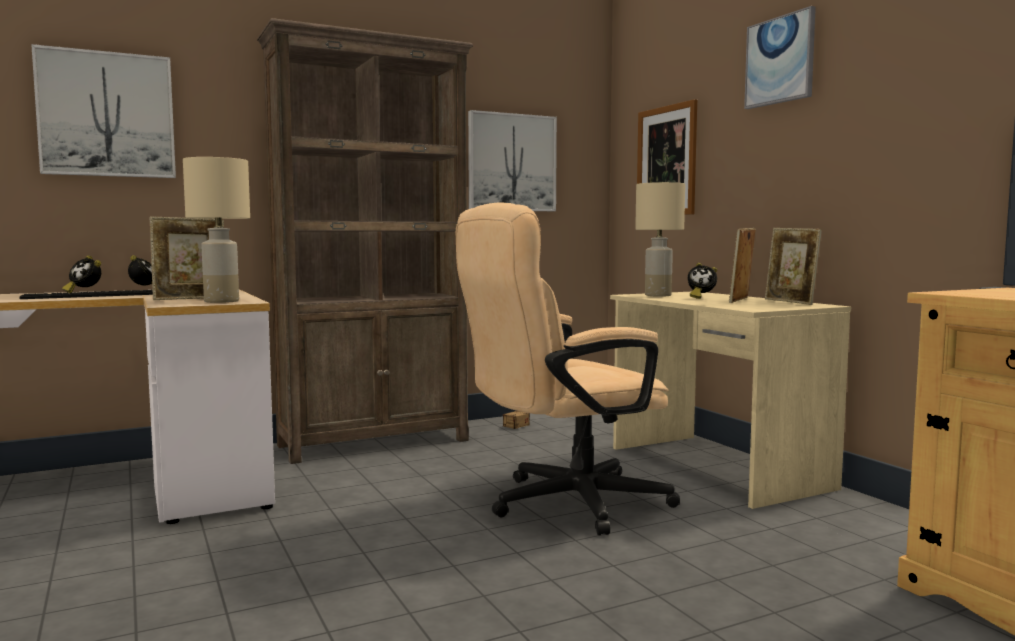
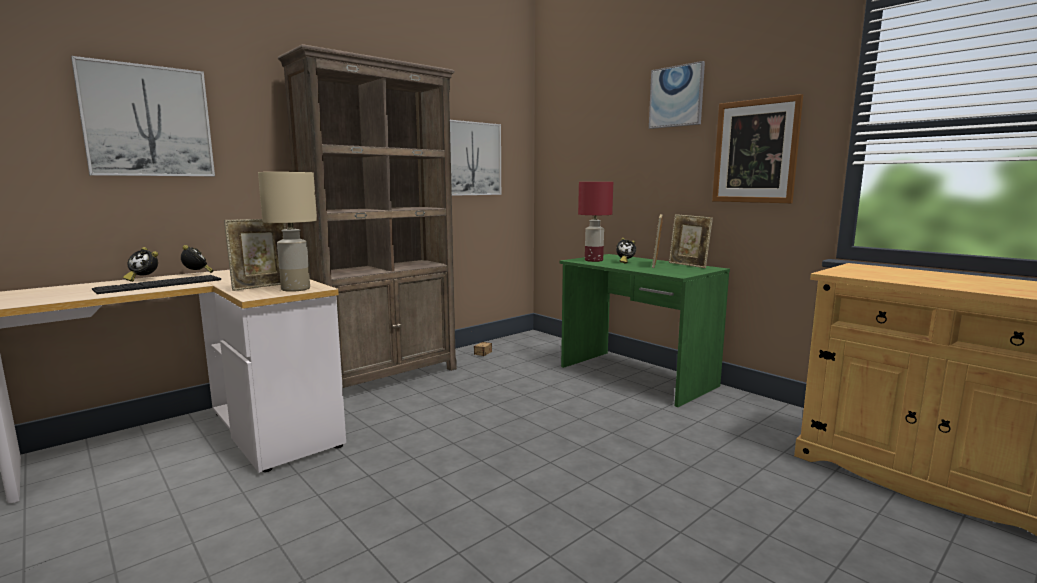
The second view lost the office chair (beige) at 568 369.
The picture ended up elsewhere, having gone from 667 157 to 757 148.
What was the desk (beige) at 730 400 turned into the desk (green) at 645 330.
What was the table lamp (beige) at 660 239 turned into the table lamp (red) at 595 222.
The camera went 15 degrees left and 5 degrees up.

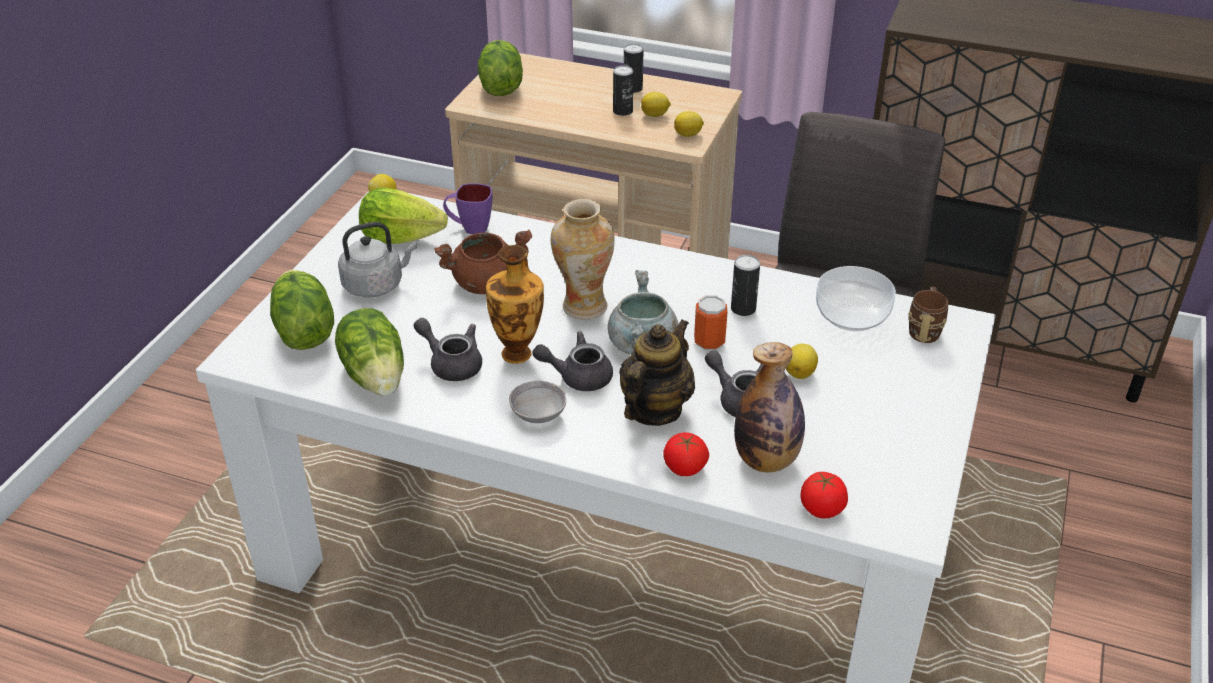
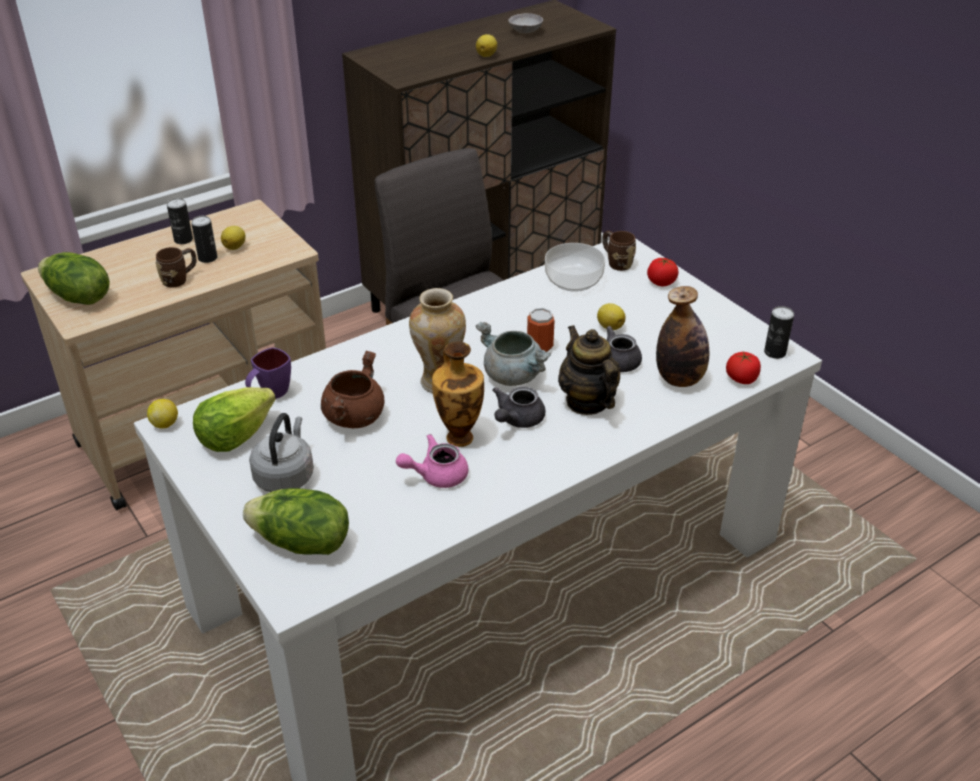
The second view lost the lettuce at 369 352.
The second view gained the mug (brown) at 176 267.
The bowl (grey) ended up elsewhere, having gone from 537 402 to 526 23.
The tomato ended up elsewhere, having gone from 686 454 to 662 271.
The lemon ended up elsewhere, having gone from 689 124 to 486 45.
The can ended up elsewhere, having gone from 745 285 to 779 332.
What was the teapot (grey) at 448 349 turned into the teapot (pink) at 432 461.
The camera went 55 degrees left and 0 degrees up.

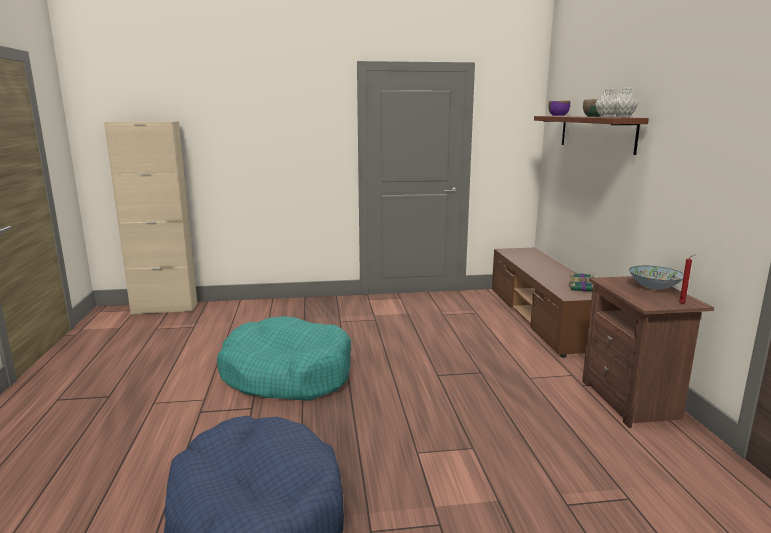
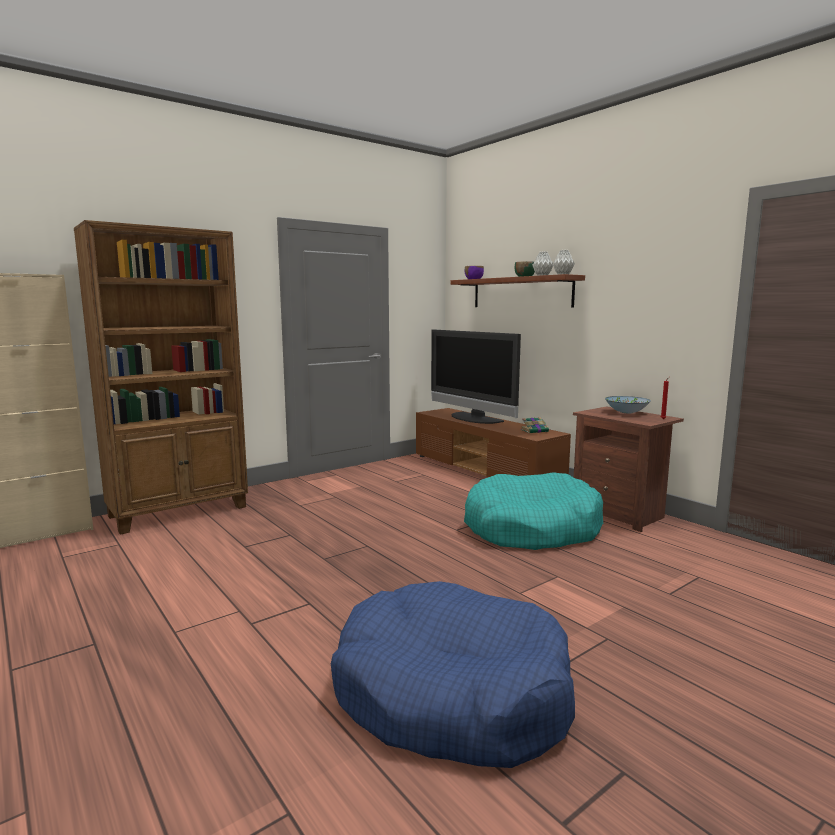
The second view gained the bookcase (brown) at 161 377.
The second view gained the television at 476 377.
The dog bed (turquoise) ended up elsewhere, having gone from 284 358 to 533 511.
The camera went 30 degrees left and 5 degrees down.

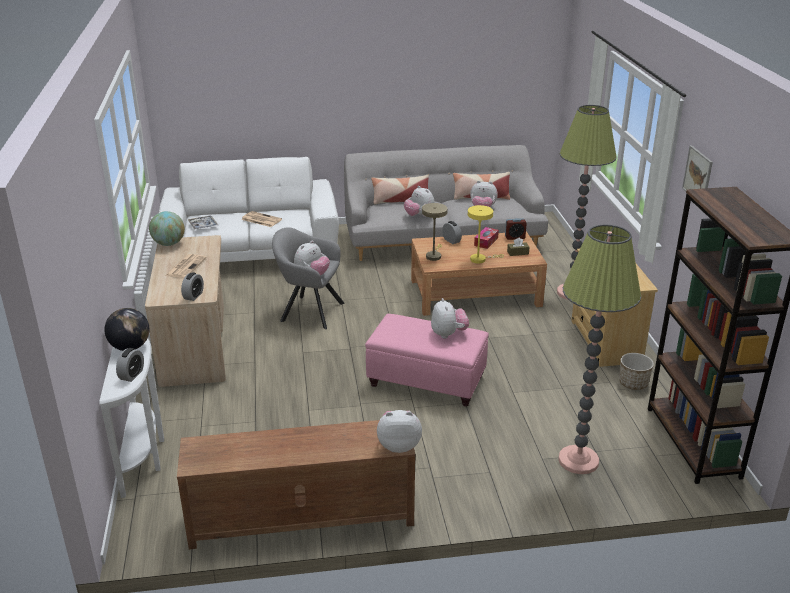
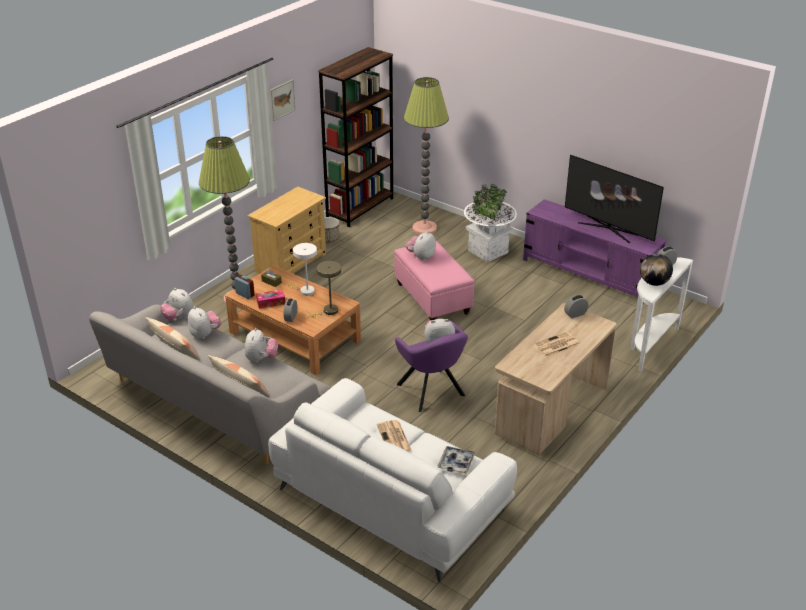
The second view lost the globe at 167 228.
The second view gained the planter (white) at 490 223.
The second view gained the television at 614 199.
The plush toy ended up elsewhere, having gone from 399 431 to 177 304.
What was the tv stand (brown) at 296 484 turned into the tv stand (purple) at 594 251.
What was the armchair (grey) at 308 278 turned into the armchair (purple) at 431 366.
What was the table lamp (yellow) at 486 234 turned into the table lamp (white) at 301 269.
The camera went 135 degrees left and 5 degrees up.

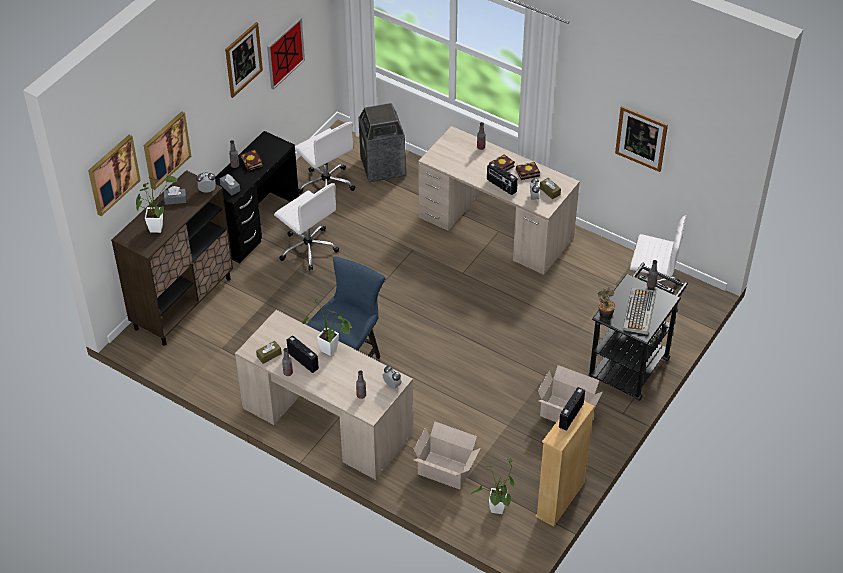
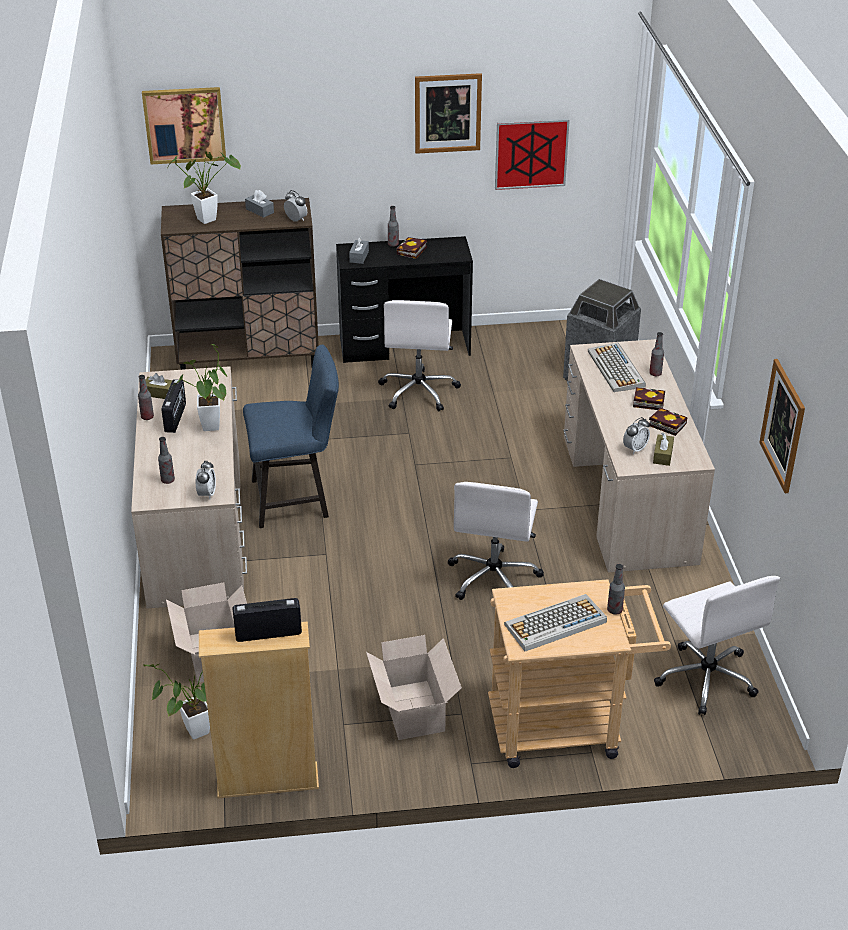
The second view lost the picture at 167 150.
The second view lost the radio at 502 178.
The second view lost the potted plant at 606 304.
The second view gained the keyboard at 617 367.
The office chair (white) ended up elsewhere, having gone from 325 158 to 496 541.
What was the cart (black) at 638 332 turned into the cart (beige) at 579 673.
The camera went 50 degrees right and 10 degrees down.

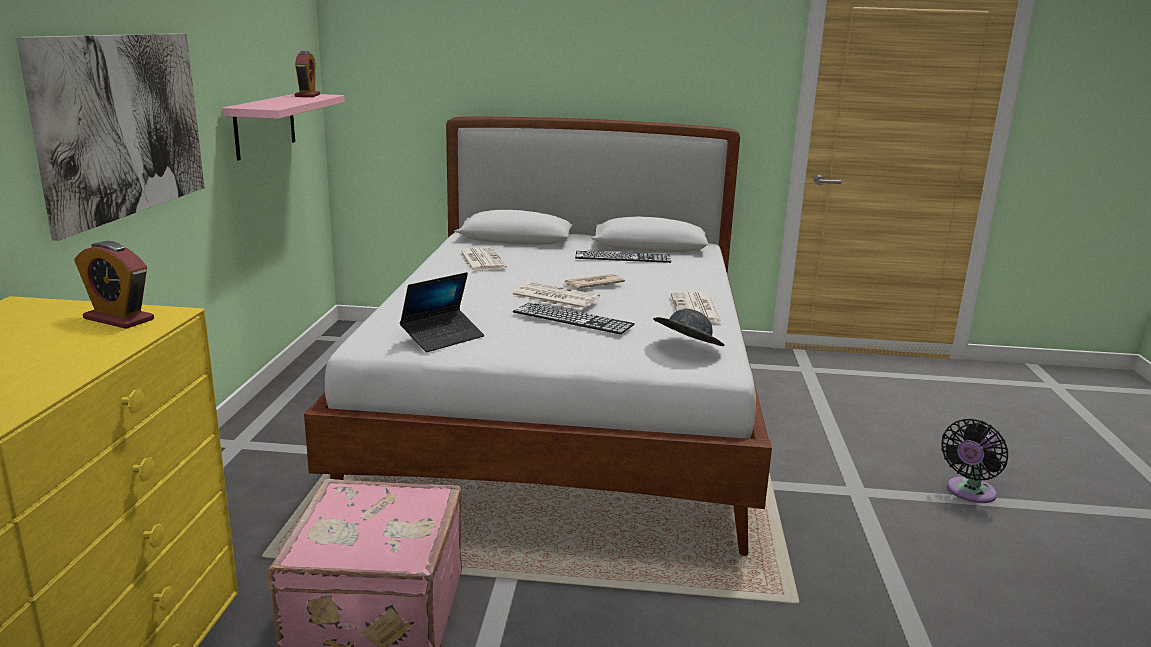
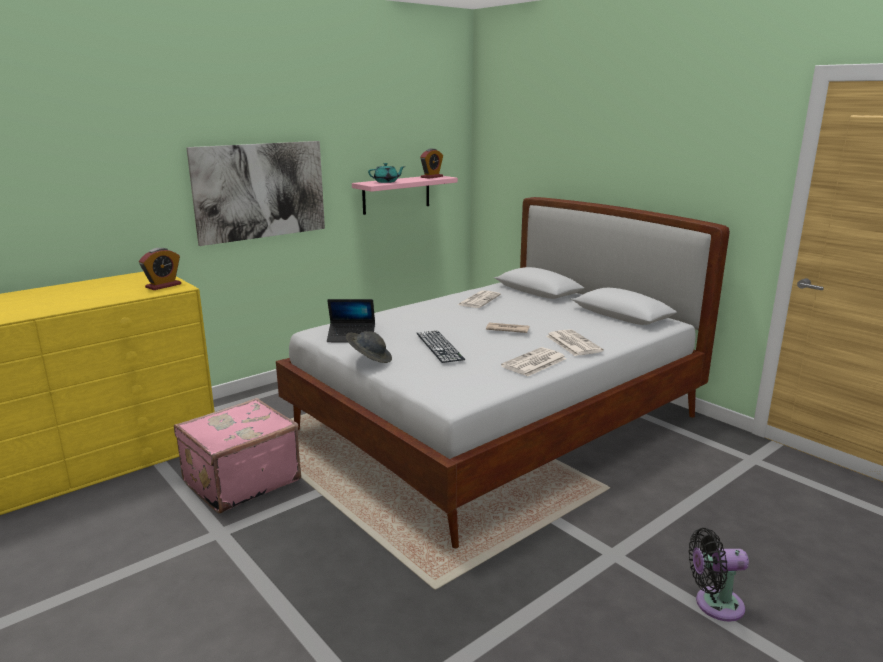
The second view lost the keyboard at 623 257.
The second view gained the teapot (turquoise) at 386 173.
The newspaper ended up elsewhere, having gone from 555 296 to 574 342.
The hat (grey) ended up elsewhere, having gone from 689 327 to 369 347.
The alarm clock at 114 285 ended up facing another way, 120 degrees counterclockwise from before.
The camera went 45 degrees right and 0 degrees up.

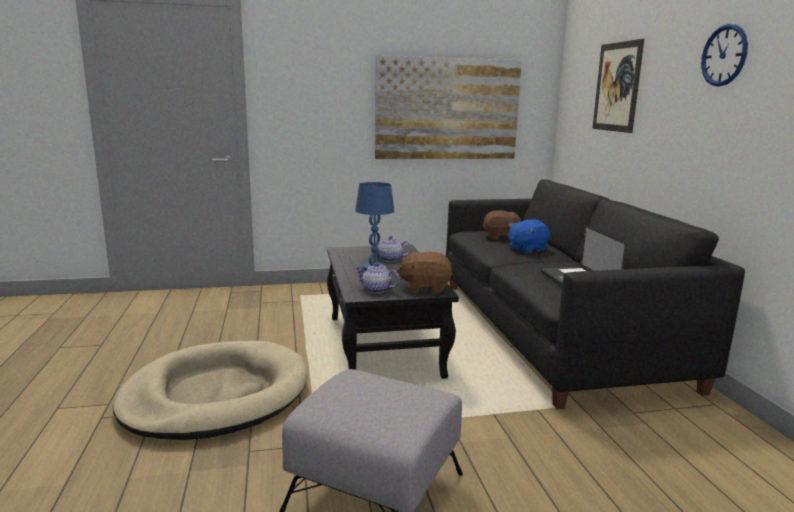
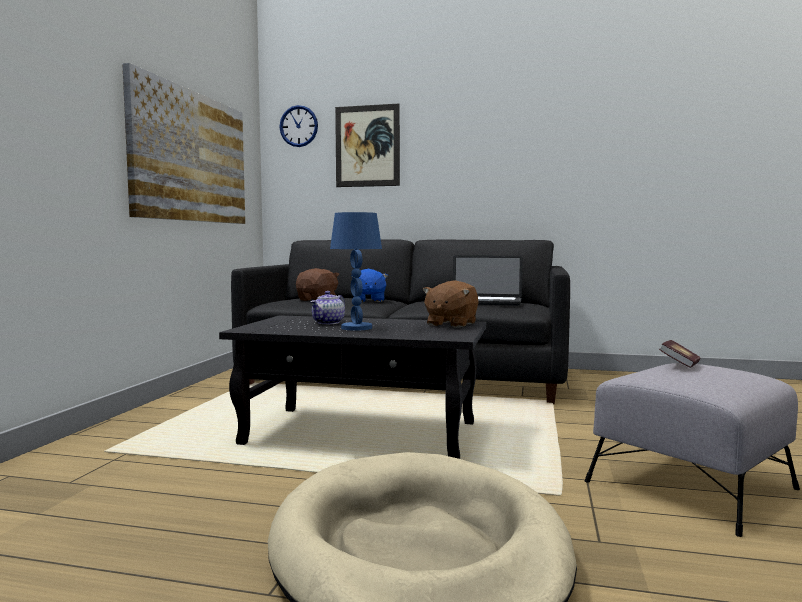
The second view lost the teapot at 377 278.
The second view gained the book at 680 354.
The wall clock ended up elsewhere, having gone from 724 55 to 299 126.
The camera went 65 degrees left and 10 degrees down.

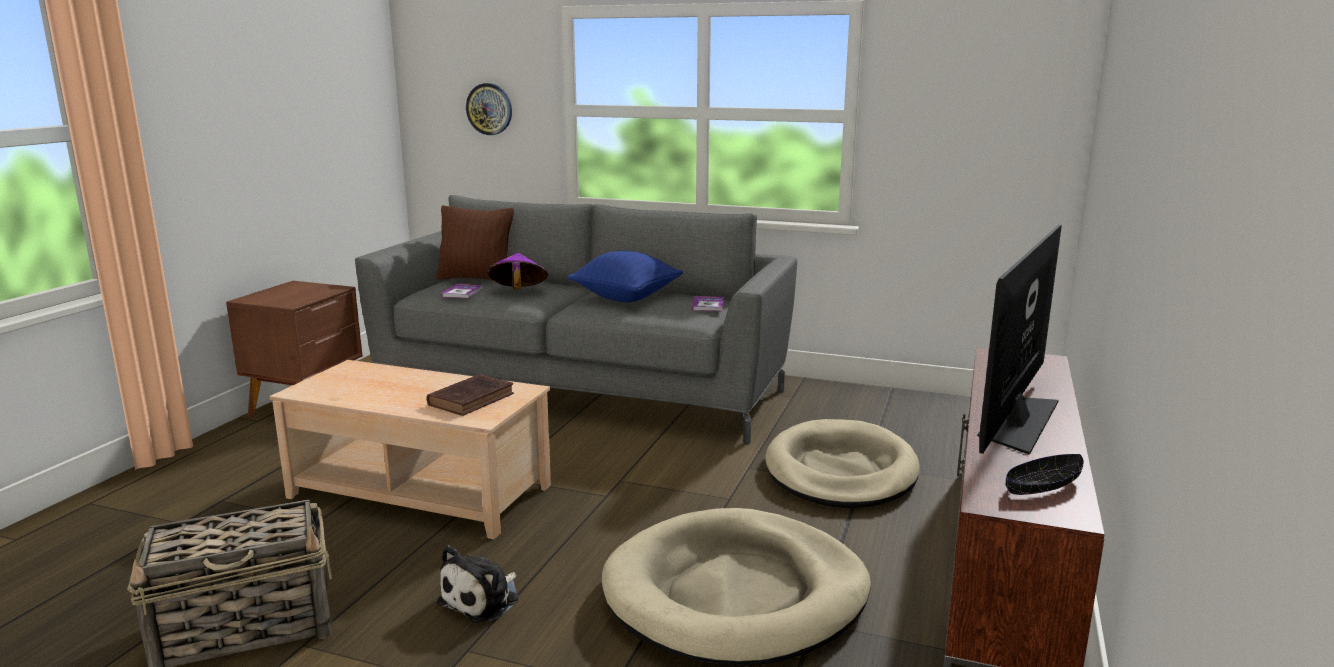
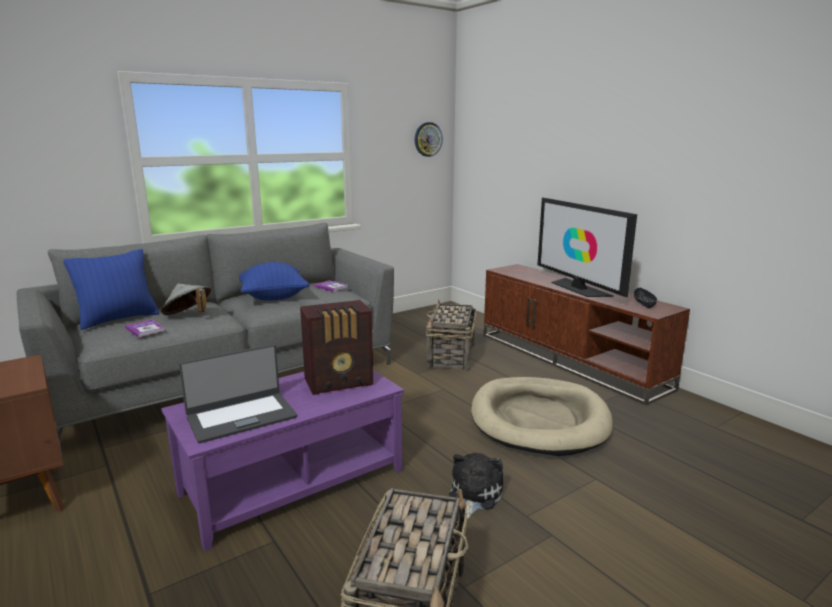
The second view gained the laptop at 238 393.
The wall clock ended up elsewhere, having gone from 489 109 to 429 139.
Where the book (brown) stood at 470 395, the radio came to stand at 336 347.
Where the dog bed (beige) stood at 842 463, the basket came to stand at 451 335.
What was the coffee table (beige) at 410 449 turned into the coffee table (purple) at 282 460.
What was the pillow (brown) at 474 242 turned into the pillow (blue) at 111 289.
What was the hat (purple) at 517 271 turned into the hat (grey) at 186 299.
The plush toy at 477 584 ended up facing another way, 135 degrees counterclockwise from before.
The camera went 55 degrees left and 0 degrees up.

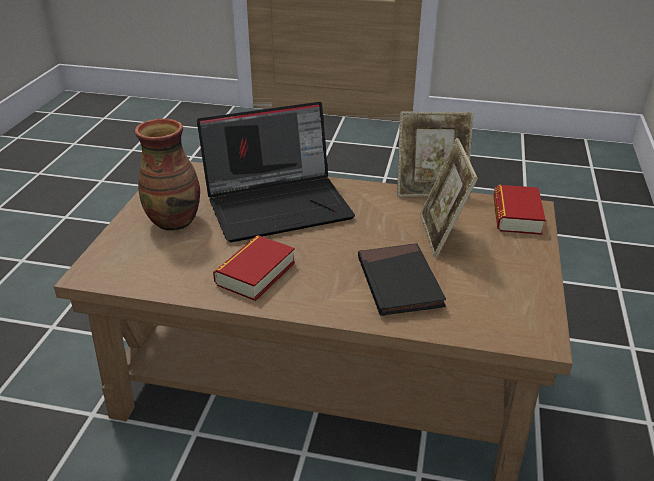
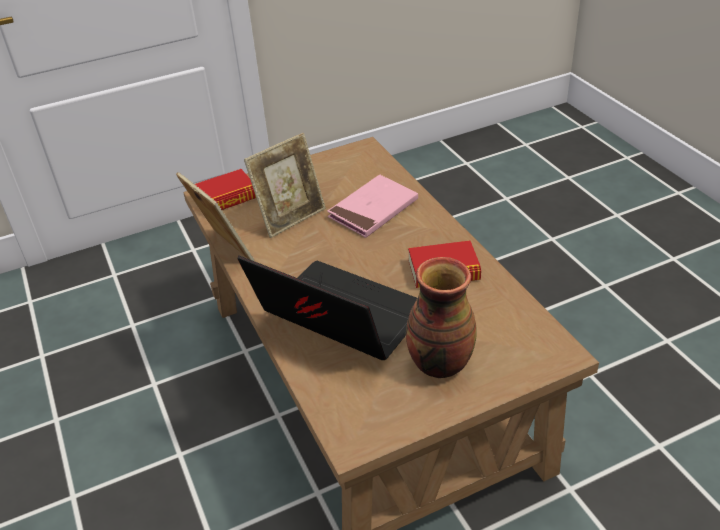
What was the book (black) at 402 279 turned into the book (pink) at 372 206.
The camera went 125 degrees left and 5 degrees up.

